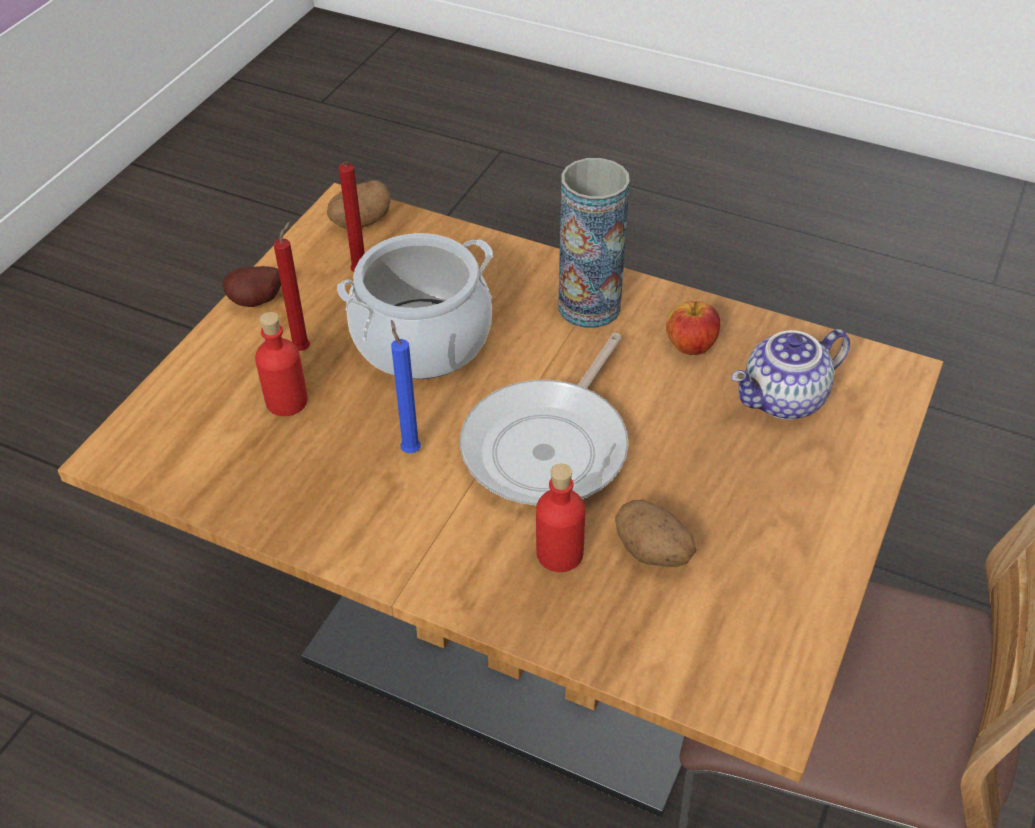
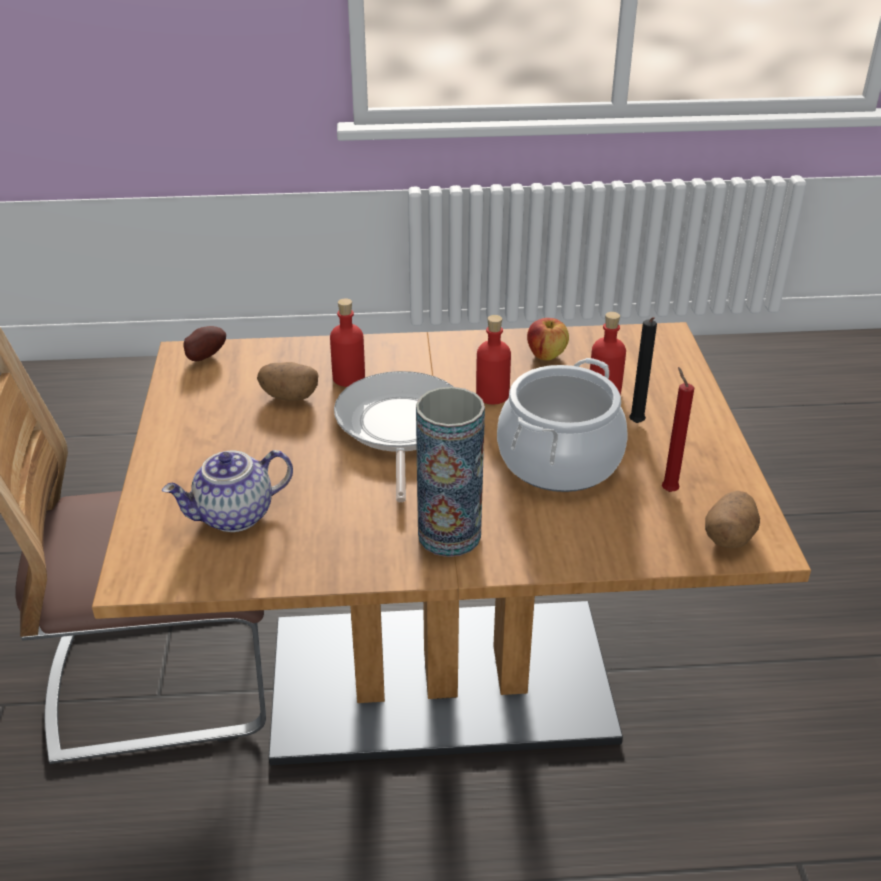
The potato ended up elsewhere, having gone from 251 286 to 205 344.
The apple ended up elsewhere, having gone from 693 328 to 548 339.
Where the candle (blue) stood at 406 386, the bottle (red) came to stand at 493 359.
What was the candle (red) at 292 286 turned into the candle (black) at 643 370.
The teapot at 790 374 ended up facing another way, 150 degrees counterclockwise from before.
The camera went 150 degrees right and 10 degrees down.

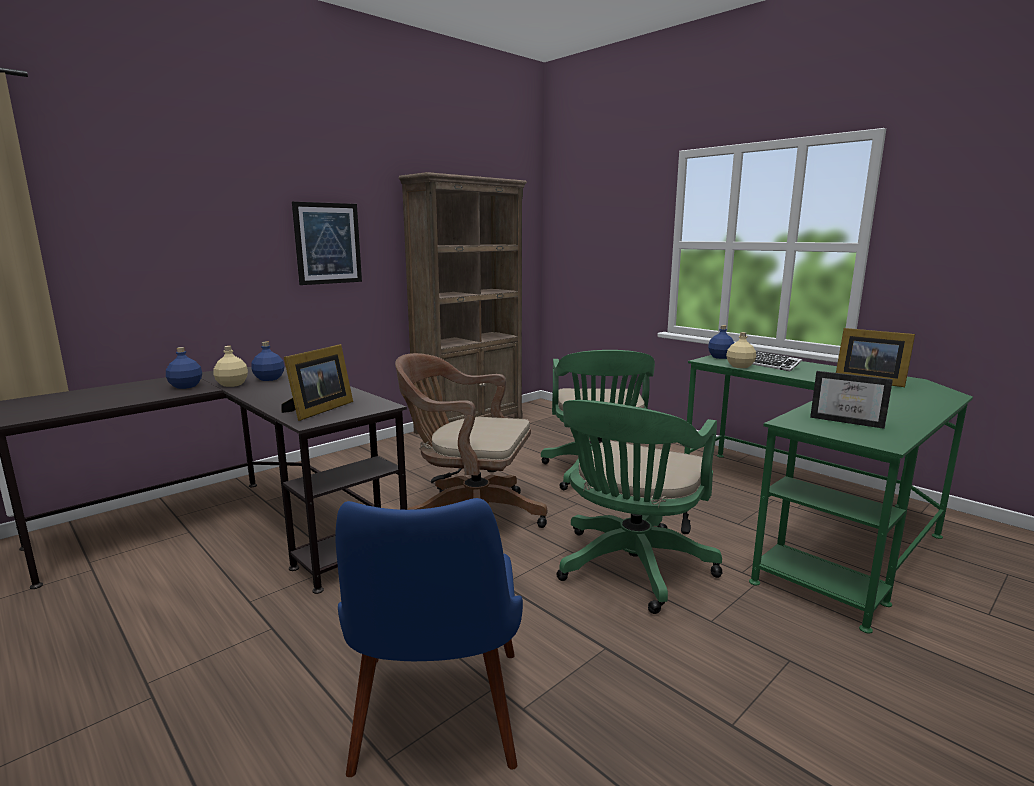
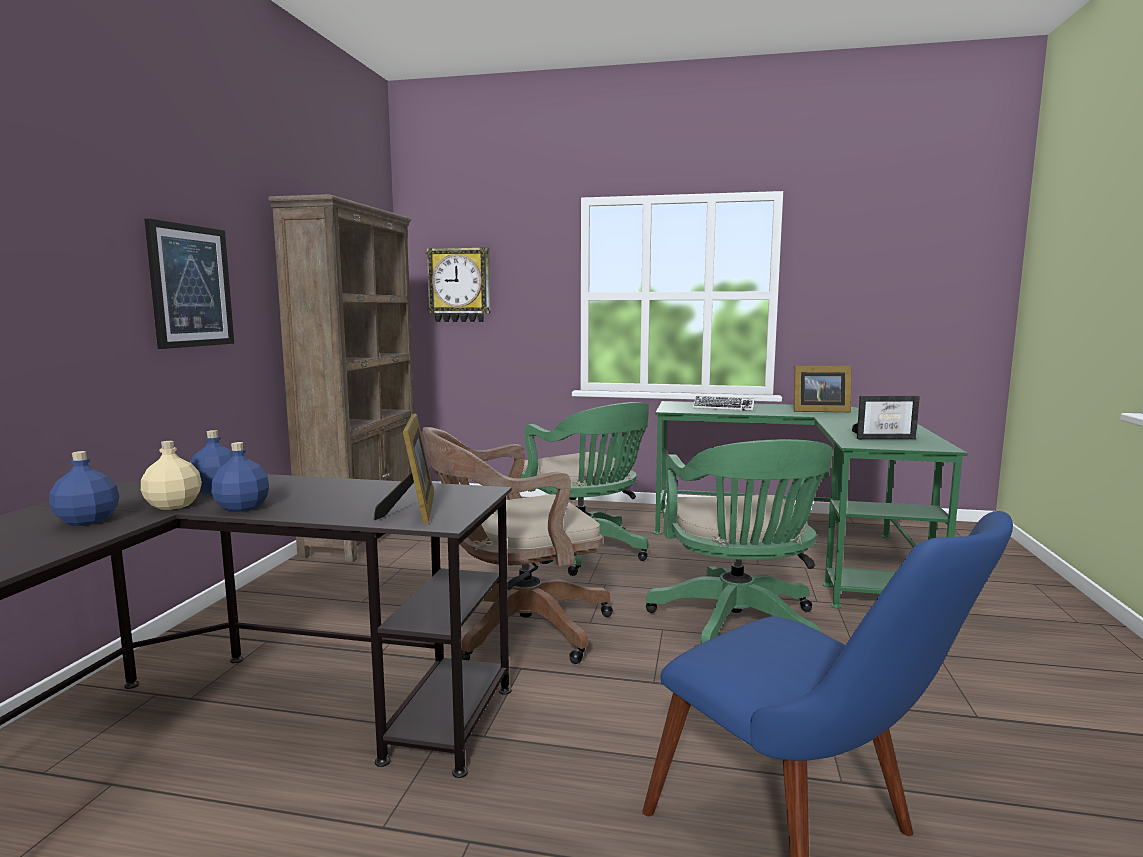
The second view lost the bottle (beige) at 741 350.
The second view gained the wall clock at 458 284.
The bottle (blue) ended up elsewhere, having gone from 721 342 to 240 477.
The camera went 35 degrees left and 5 degrees down.

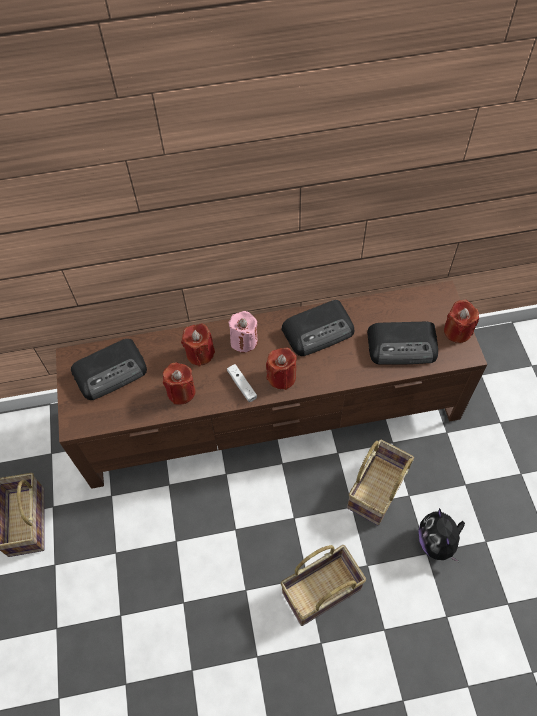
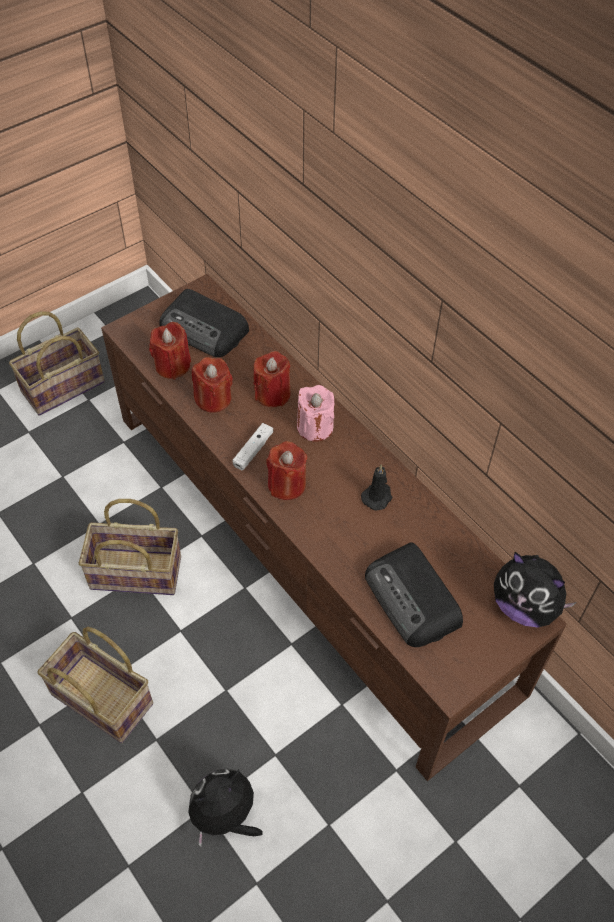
The second view gained the plush toy at 535 590.
The basket ended up elsewhere, having gone from 380 482 to 130 547.
The candle (red) ended up elsewhere, having gone from 461 321 to 170 351.
Where the radio stood at 317 328, the candle (black) came to stand at 376 487.
The camera went 60 degrees right and 5 degrees down.

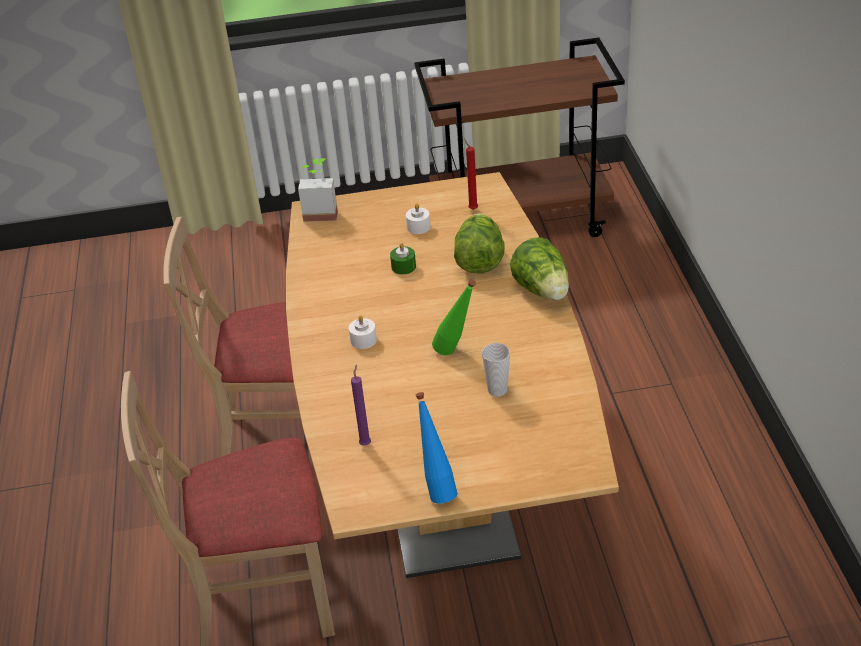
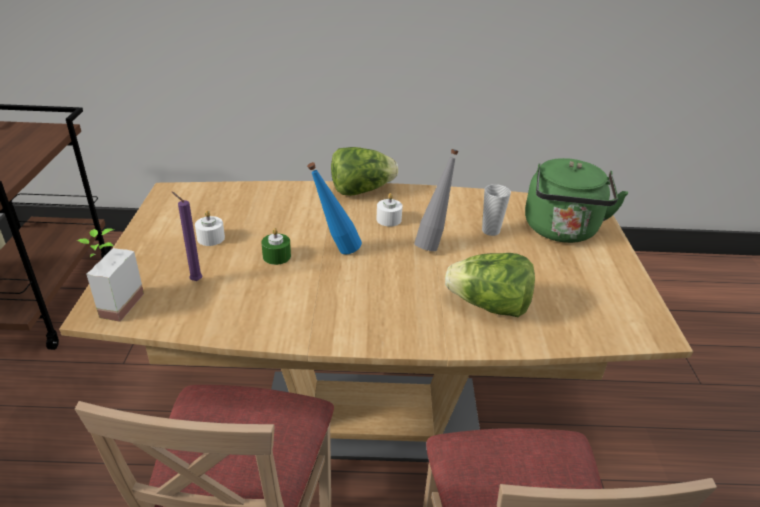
The second view lost the candle (red) at 471 174.
The second view gained the kettle (green) at 576 200.
The candle (white) ended up elsewhere, having gone from 363 332 to 389 210.
The candle (purple) ended up elsewhere, having gone from 361 405 to 186 236.
The bottle (blue) ended up elsewhere, having gone from 436 447 to 334 208.
The lettuce ended up elsewhere, having gone from 479 243 to 490 285.
What was the bottle (green) at 454 317 turned into the bottle (grey) at 436 200.
The camera went 85 degrees left and 5 degrees down.

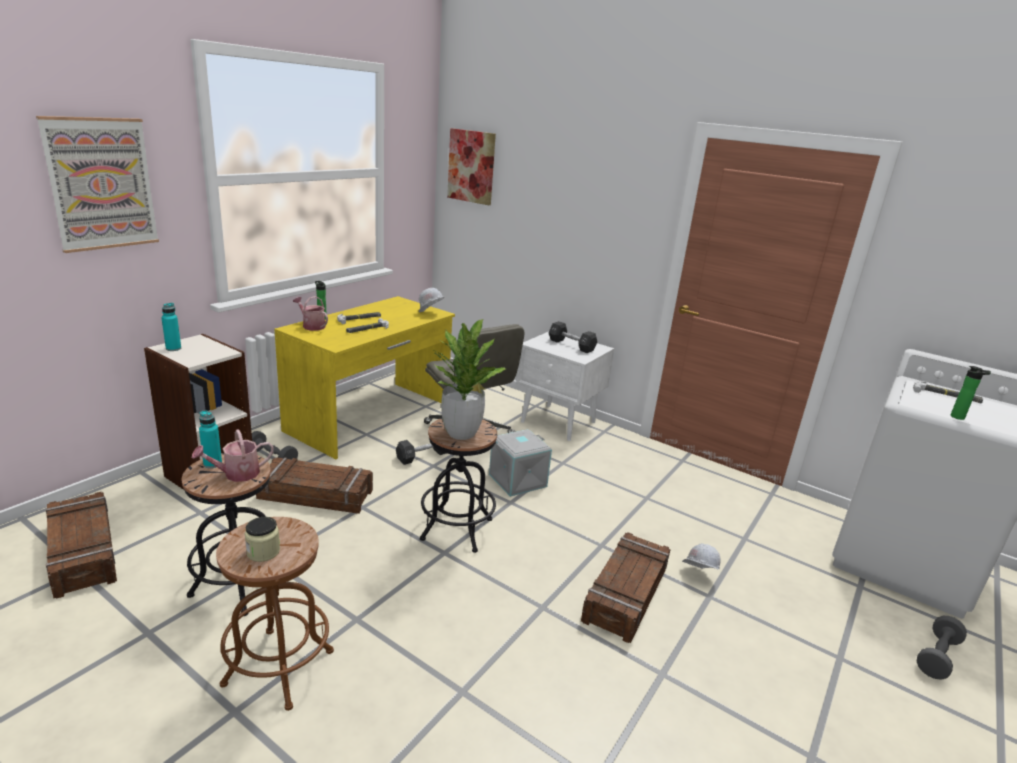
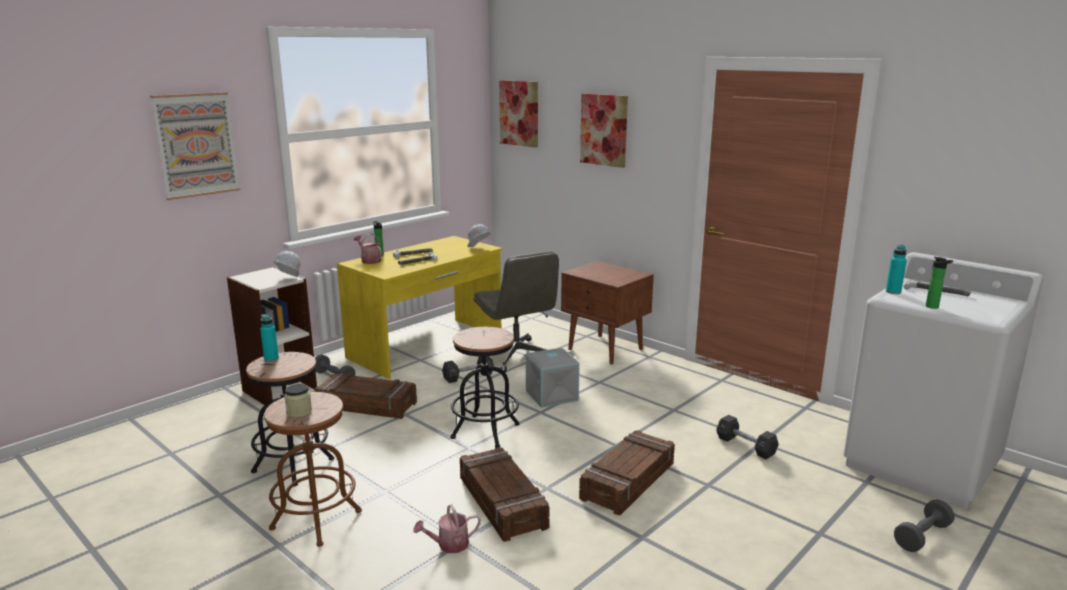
The second view lost the potted plant at 470 379.
The second view gained the picture at 604 131.
The crate ended up elsewhere, having gone from 81 545 to 504 494.
The bottle (turquoise) ended up elsewhere, having gone from 171 327 to 896 269.
The watering can ended up elsewhere, having gone from 233 455 to 447 528.
The dumbbell (black) ended up elsewhere, having gone from 573 337 to 747 437.
The hard hat (white) ended up elsewhere, having gone from 701 556 to 287 264.
What was the nightstand (white) at 565 386 turned into the nightstand (brown) at 607 312.
The camera went 10 degrees right and 5 degrees down.

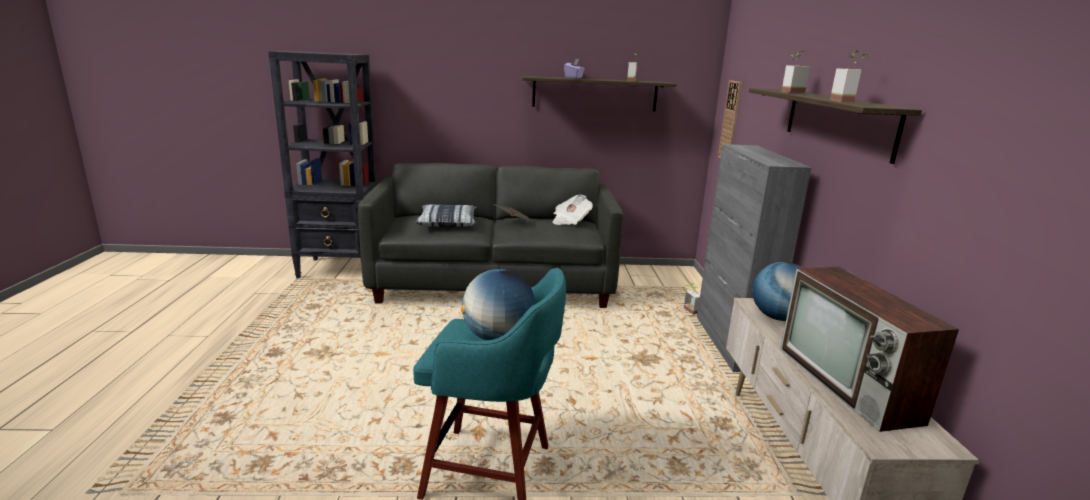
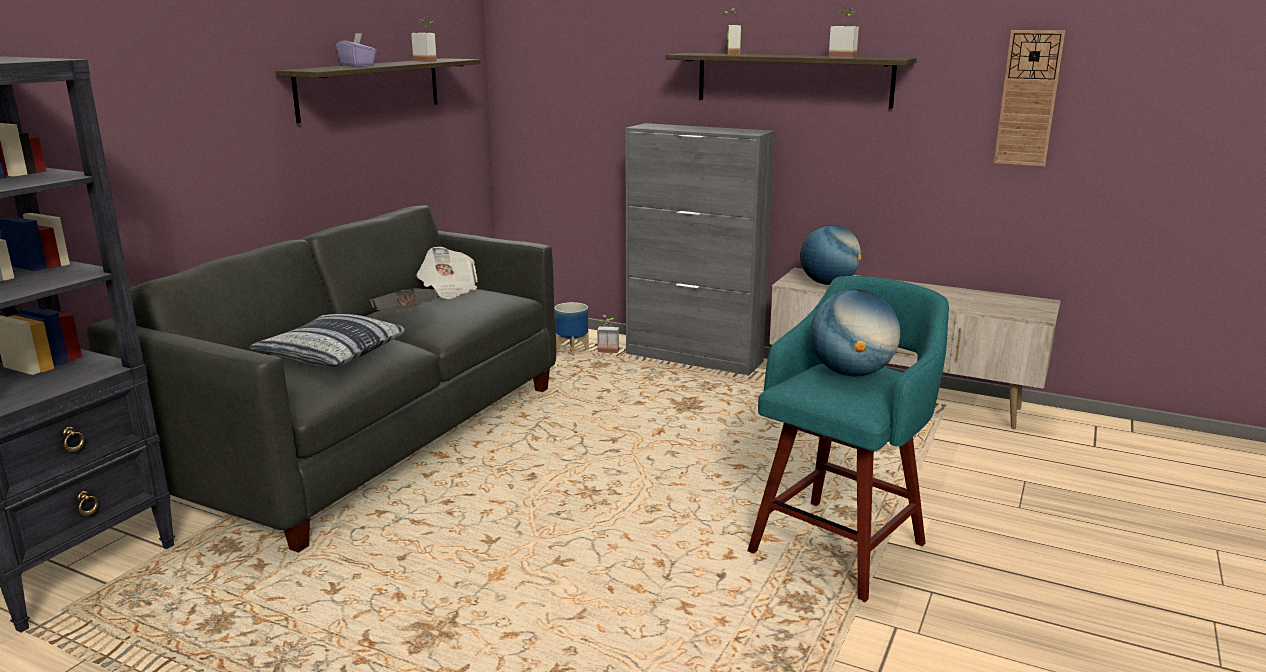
The second view lost the television at 869 349.
The second view gained the planter at 571 328.
The wall clock ended up elsewhere, having gone from 730 119 to 1029 98.
The camera went 60 degrees left and 0 degrees up.

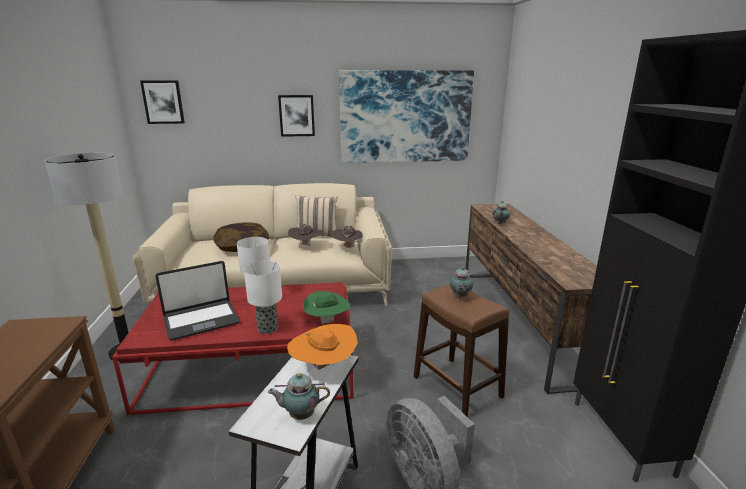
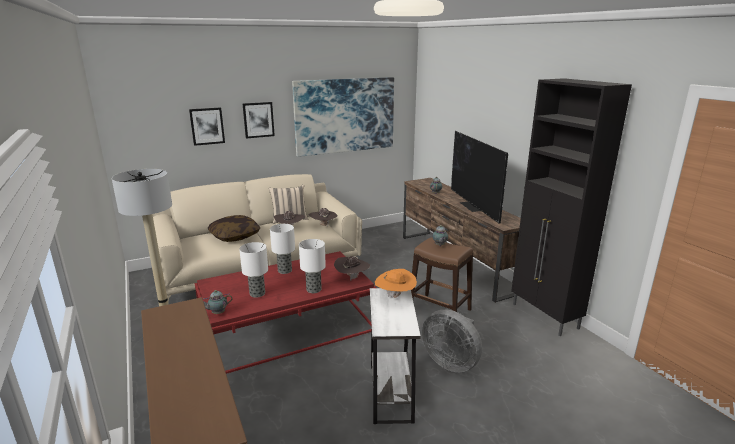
The second view gained the television at 479 177.
The picture ended up elsewhere, having gone from 162 102 to 207 126.
The teapot ended up elsewhere, having gone from 299 396 to 218 302.
Where the laptop stood at 197 300, the table lamp came to stand at 253 270.
What was the hat (green) at 326 308 turned into the hat (brown) at 352 268.
The camera went 20 degrees left and 0 degrees up.

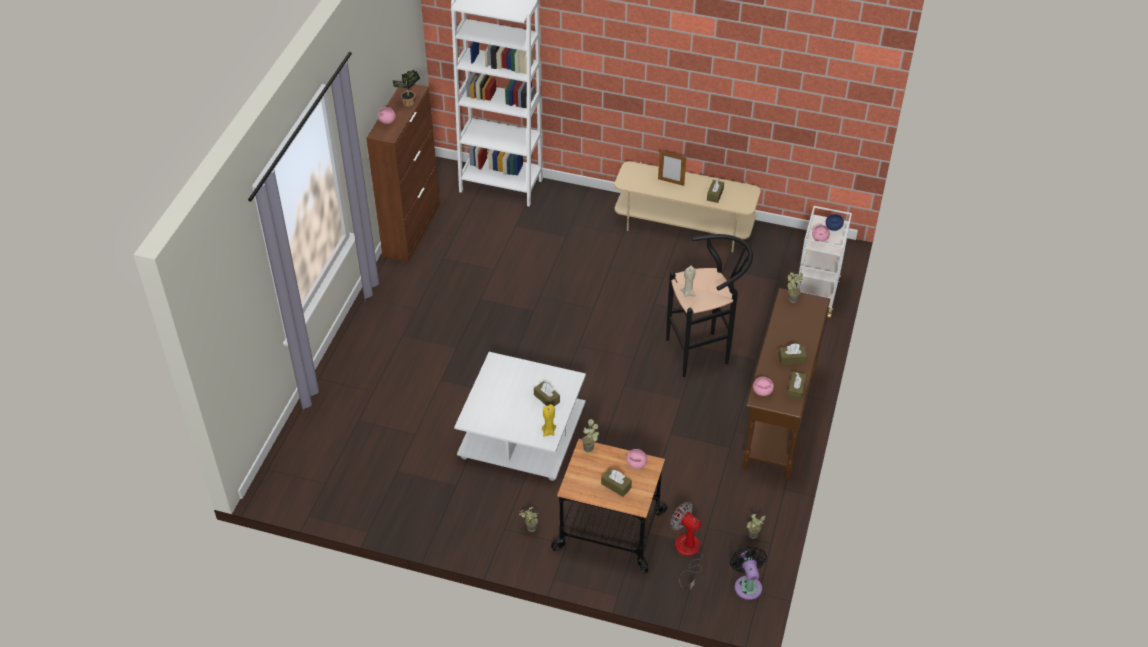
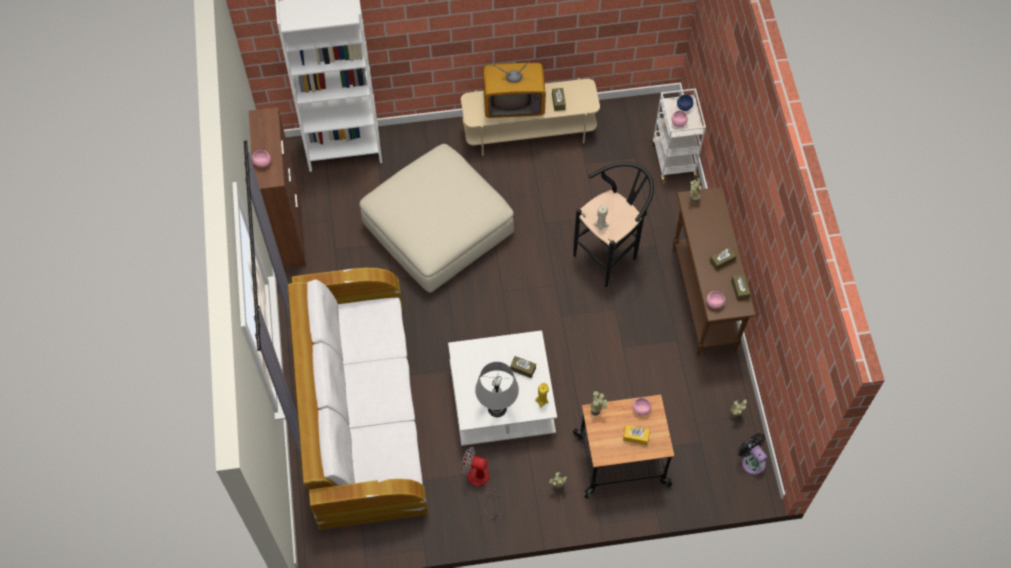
The second view lost the potted plant at 406 88.
The second view gained the sofa (white) at 358 398.
The second view gained the ottoman (beige) at 437 218.
The second view gained the table lamp (grey) at 497 389.
The fan ended up elsewhere, having gone from 686 546 to 481 483.
Where the picture frame stood at 672 168, the television came to stand at 514 89.
What was the tissue box (brown) at 616 482 turned into the tissue box (yellow) at 636 435.
The camera went 25 degrees left and 15 degrees up.

